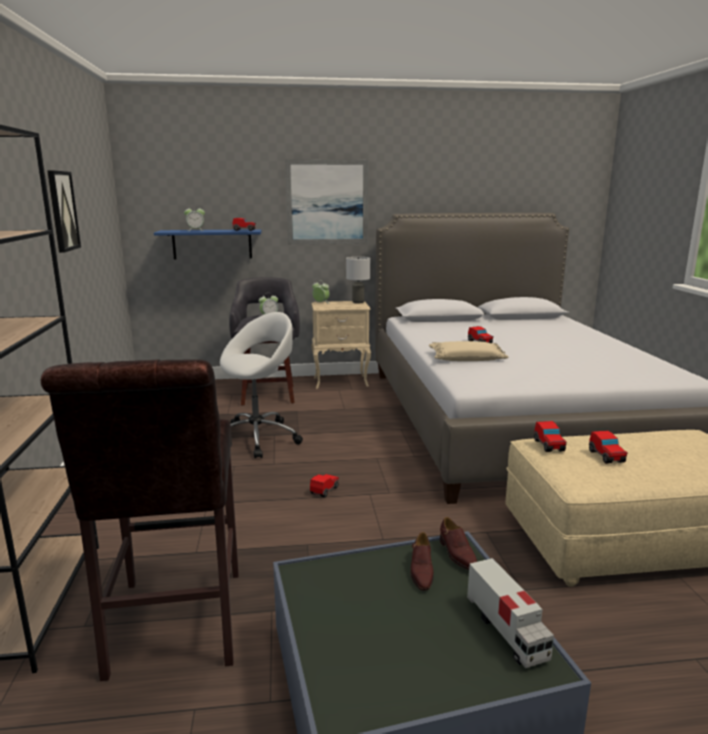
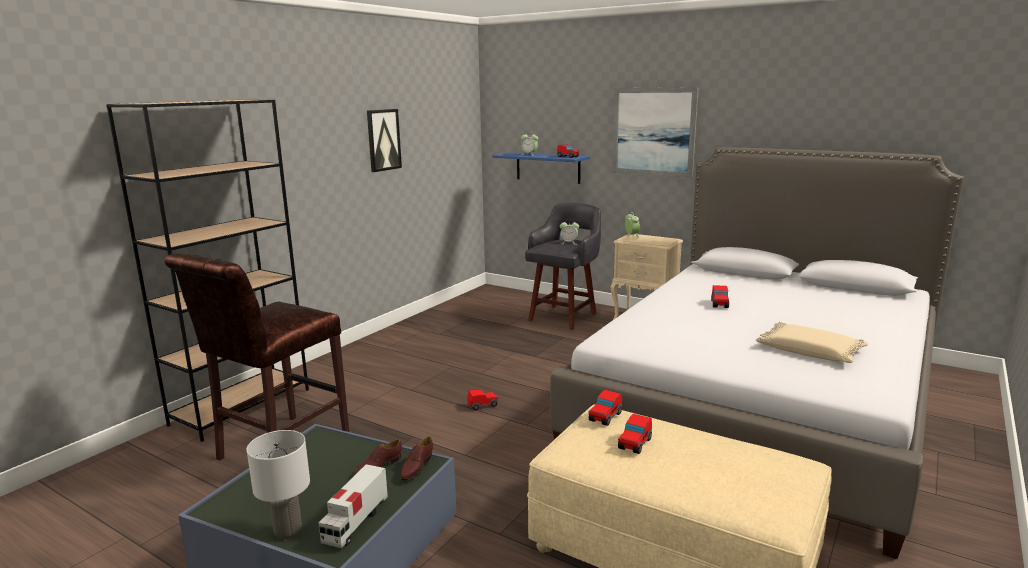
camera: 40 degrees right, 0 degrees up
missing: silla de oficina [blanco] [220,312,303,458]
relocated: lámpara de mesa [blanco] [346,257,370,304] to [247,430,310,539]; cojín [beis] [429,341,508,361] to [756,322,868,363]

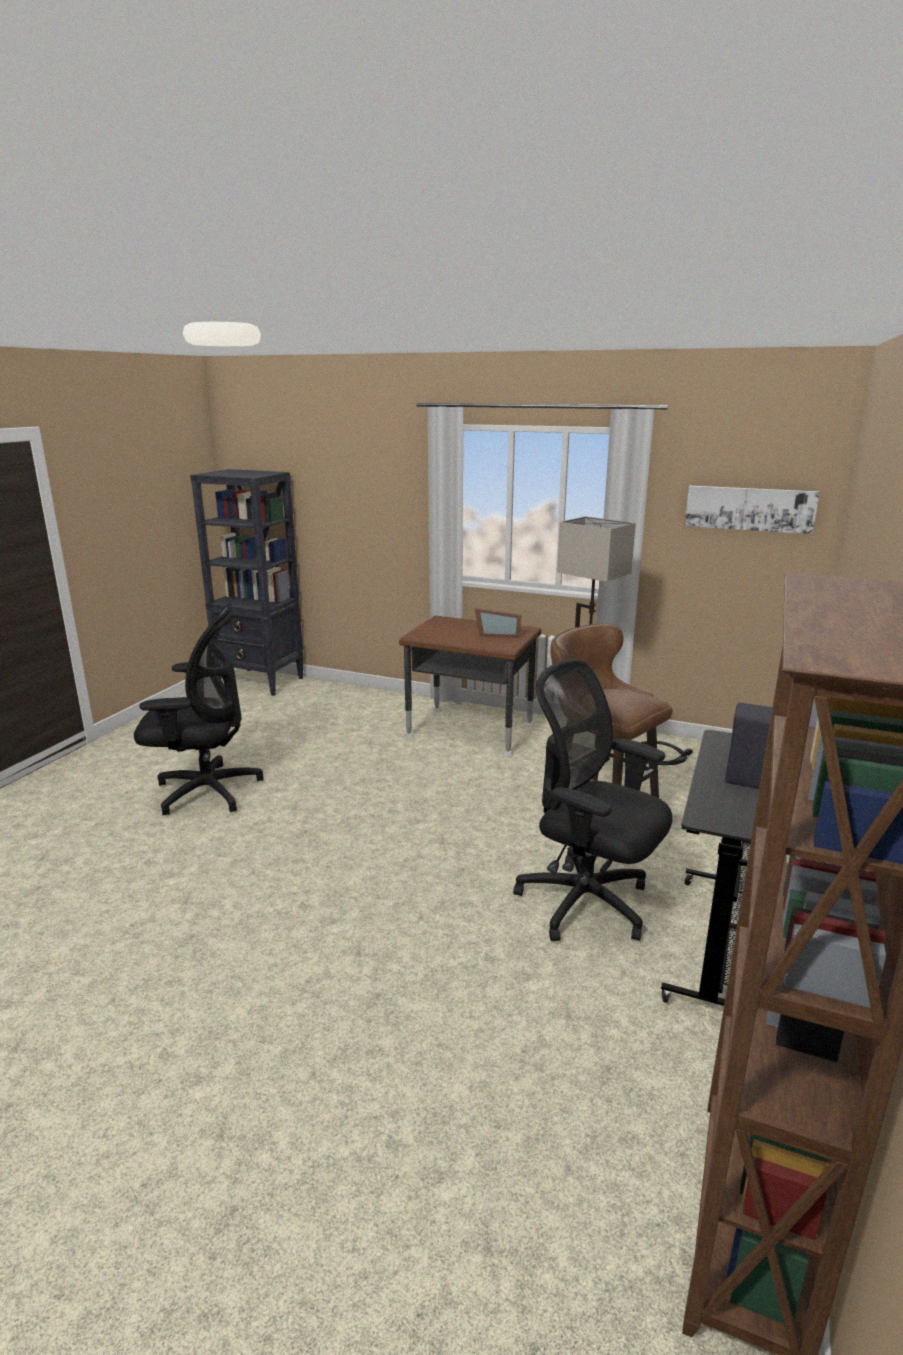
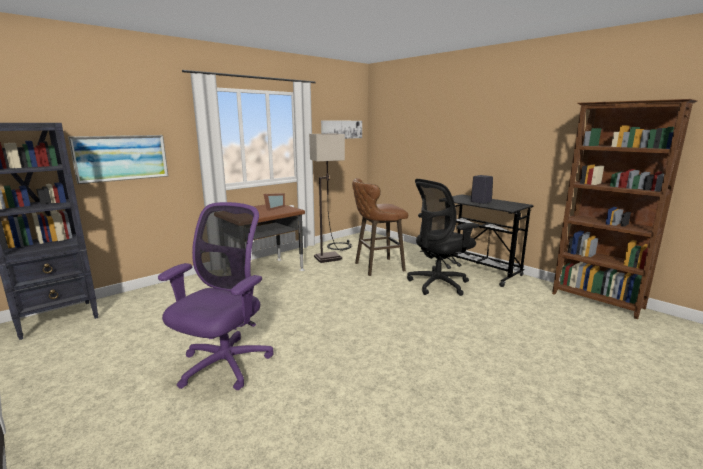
camera: 65 degrees left, 5 degrees down
appeared: cuadro [68,135,168,184]
colour: silla de oficina [negro] [134,603,264,815] to silla de oficina [morado] [158,202,273,390]

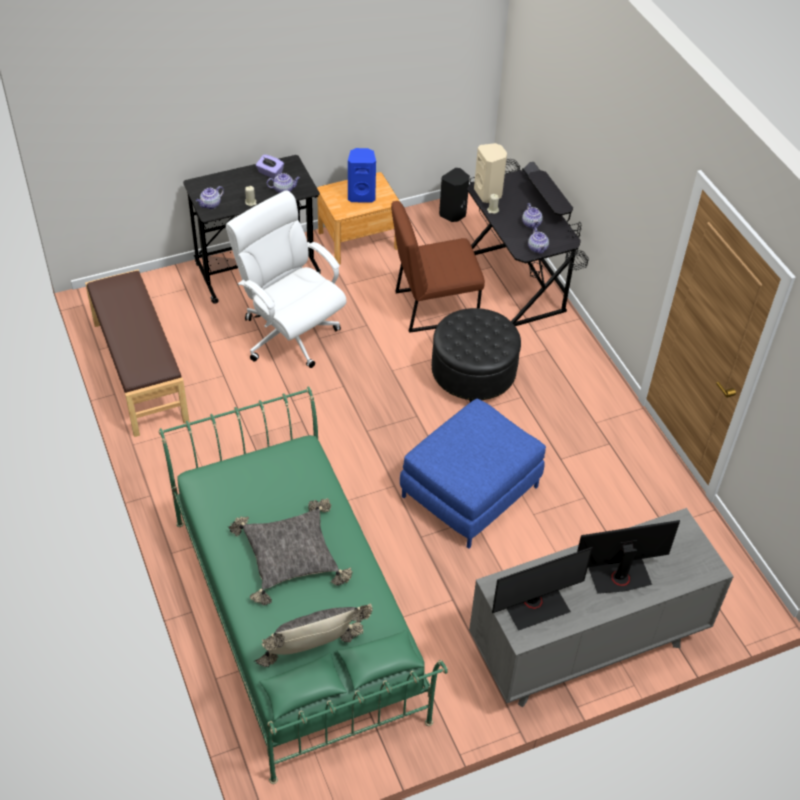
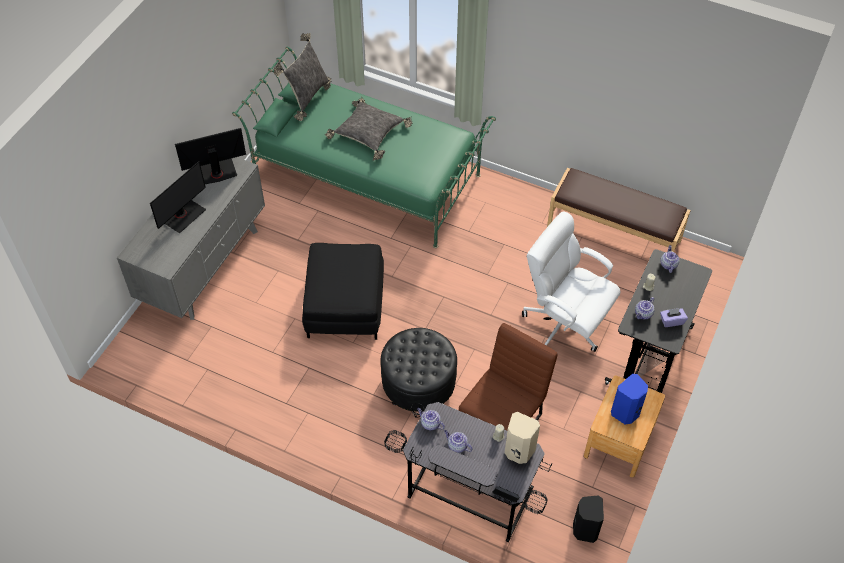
camera: 140 degrees right, 5 degrees up
colour: puf [azul] [400,399,546,549] to puf [negro] [302,243,384,340]
spun: silla de oficina [blanco] [226,191,346,368] = [522,212,621,352] 150 degrees counterclockwise; monitor [492,547,593,631] = [175,128,246,184] 45 degrees clockwise

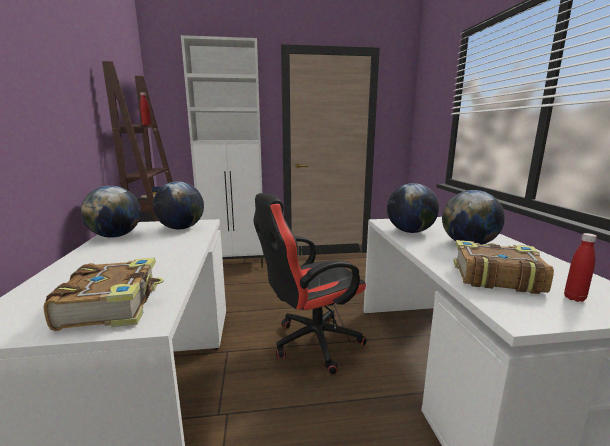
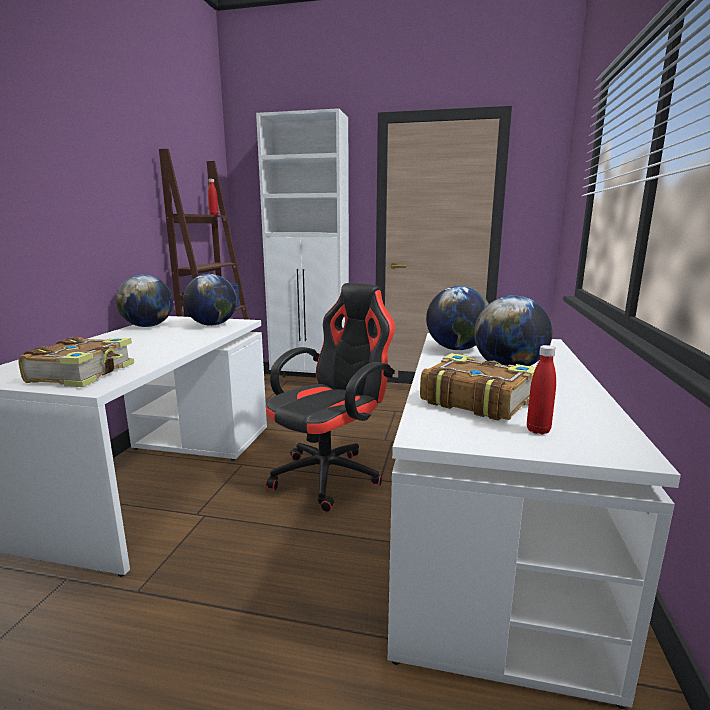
camera: 20 degrees right, 0 degrees up
spun: silla de oficina [negro] [254,193,367,374] = [266,283,395,512] 135 degrees clockwise

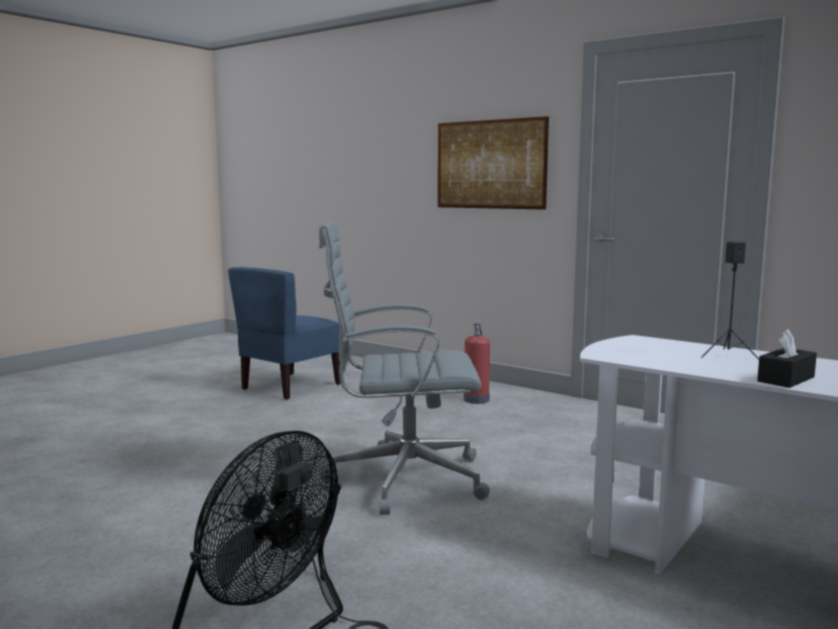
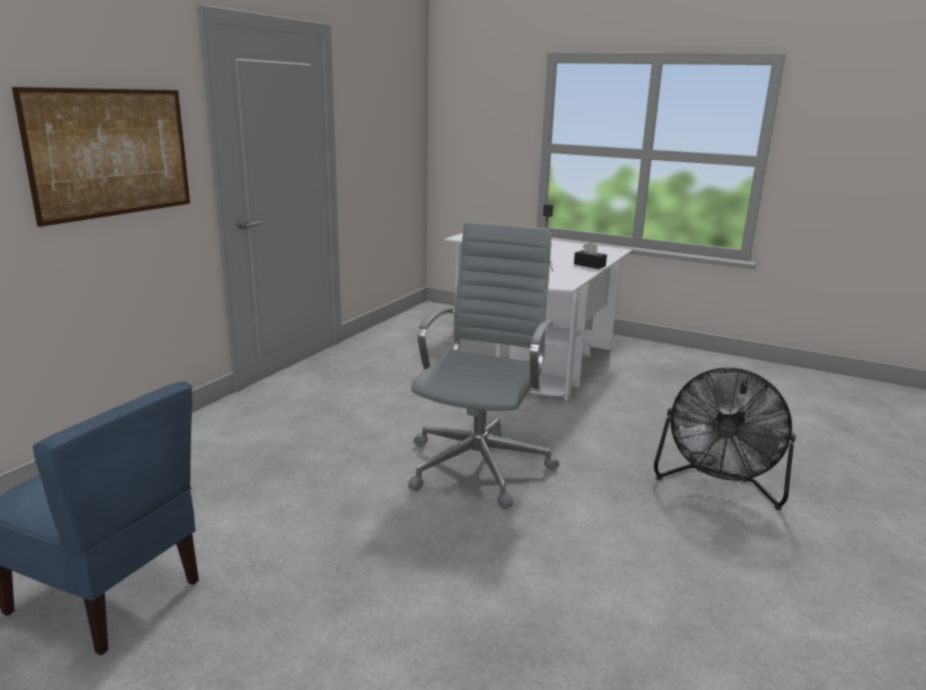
camera: 100 degrees left, 10 degrees up
missing: extintor [464,323,490,404]
spun: silla de oficina [gris] [319,221,490,515] = [408,222,559,509] 150 degrees counterclockwise

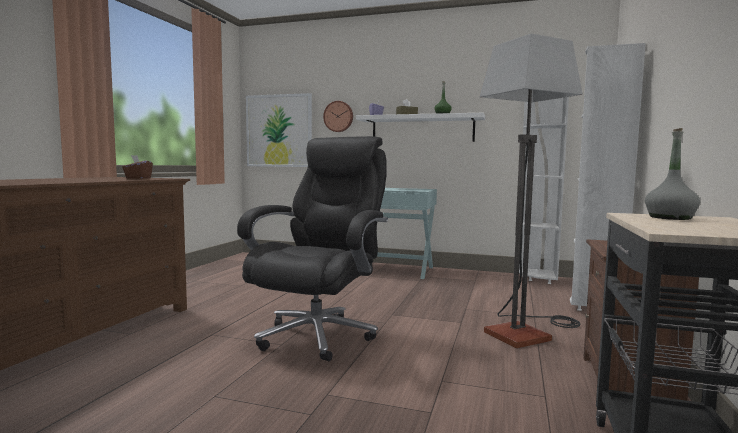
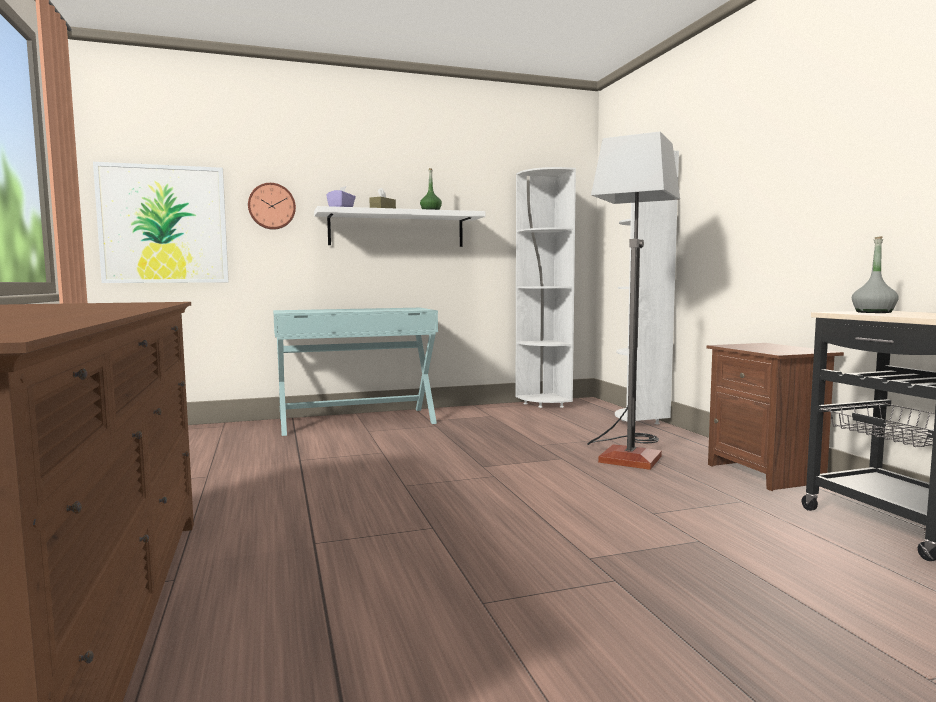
camera: 35 degrees left, 0 degrees up
missing: caja de pañuelos [marrón] [122,155,153,179]; silla de oficina [negro] [237,136,388,361]

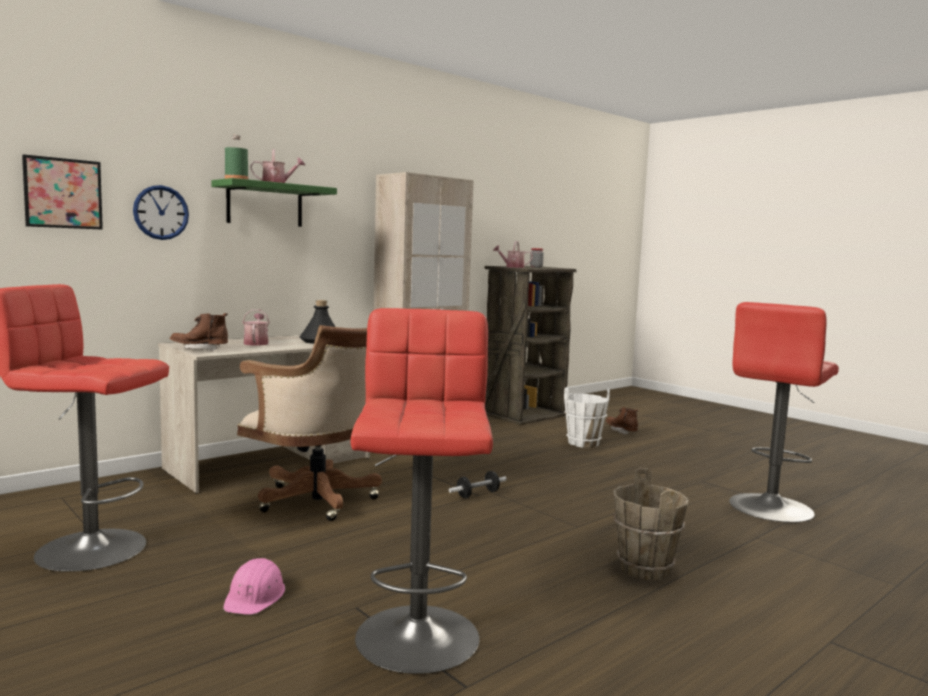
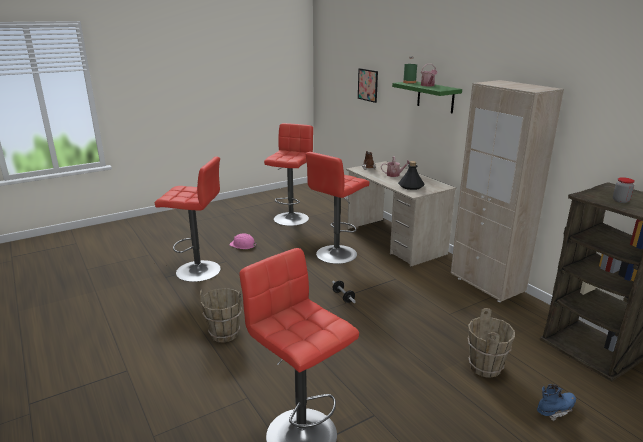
camera: 100 degrees right, 15 degrees up
missing: reloj de pared [133,185,189,240]; regadera [493,241,533,268]
exchanged: silla de oficina [237,325,382,521] to taburete [rojo] [306,152,369,264]
colour: cubo [blanco] [564,387,610,448] to cubo [marrón] [467,308,515,378]; bota [marrón] [606,407,638,435] to bota [azul] [537,384,576,421]

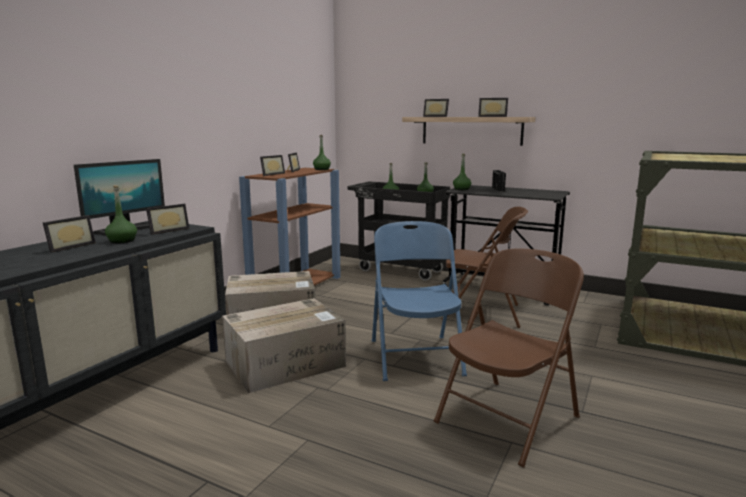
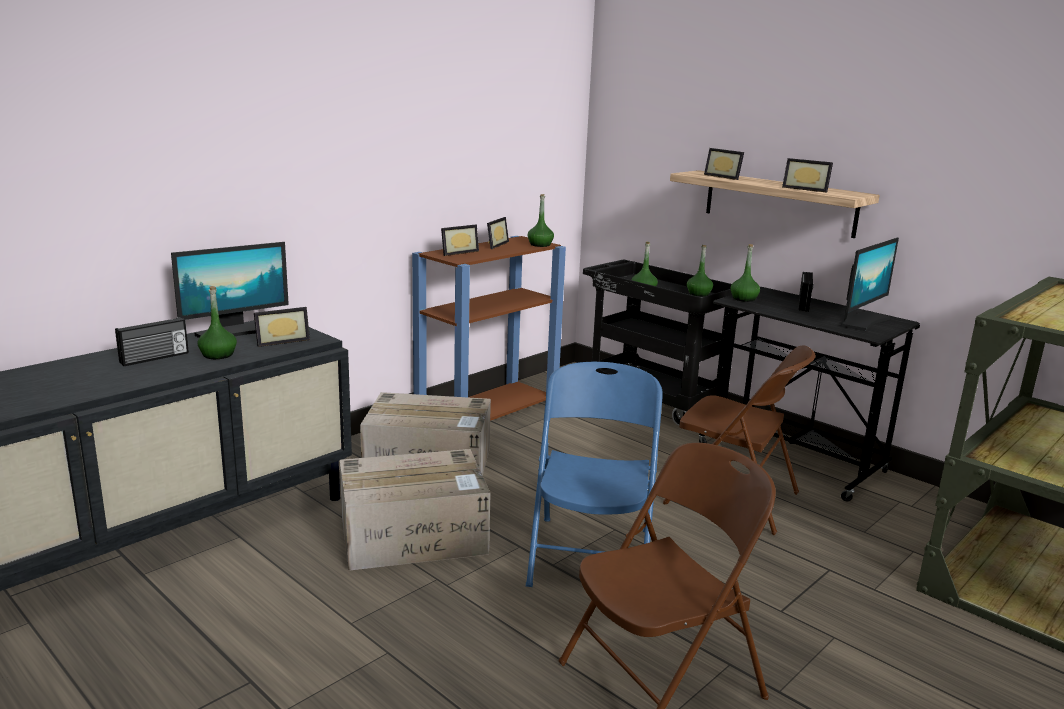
camera: 15 degrees right, 5 degrees up
appeared: monitor [841,238,899,331]
exchanged: portarretratos [43,215,96,253] to radio [115,317,189,366]

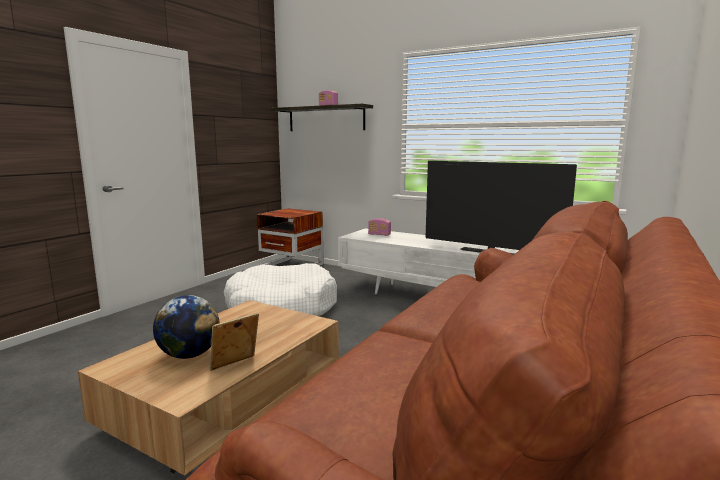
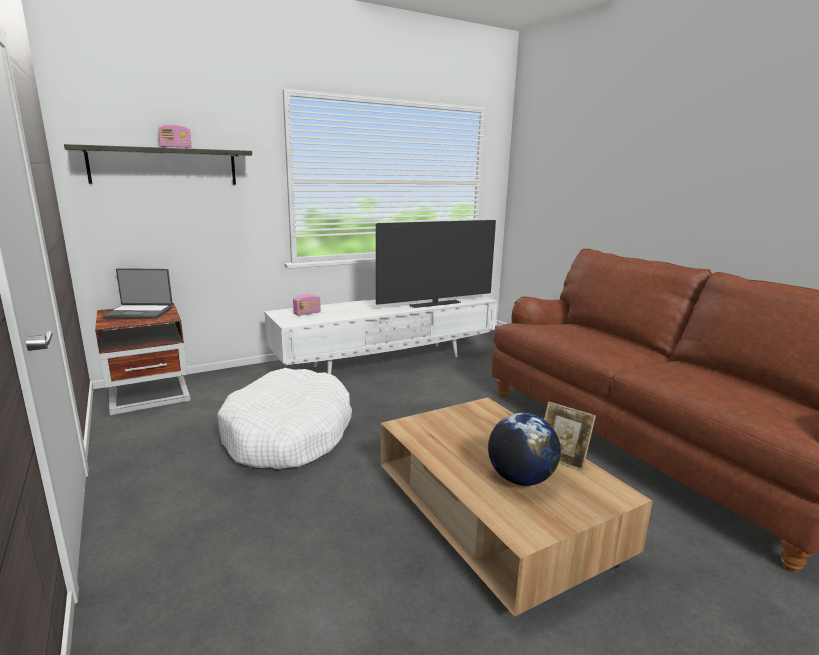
camera: 60 degrees left, 5 degrees up
appeared: portátil [103,268,173,319]
spun: portarretratos [210,313,259,371] = [544,401,596,471] 45 degrees counterclockwise

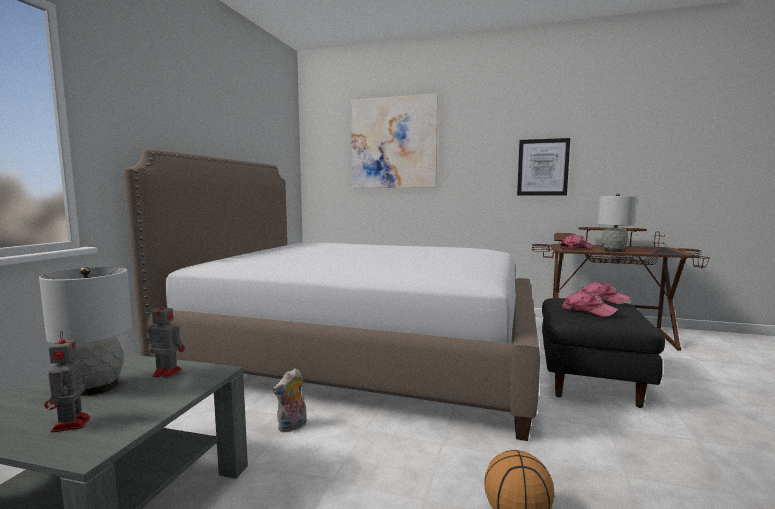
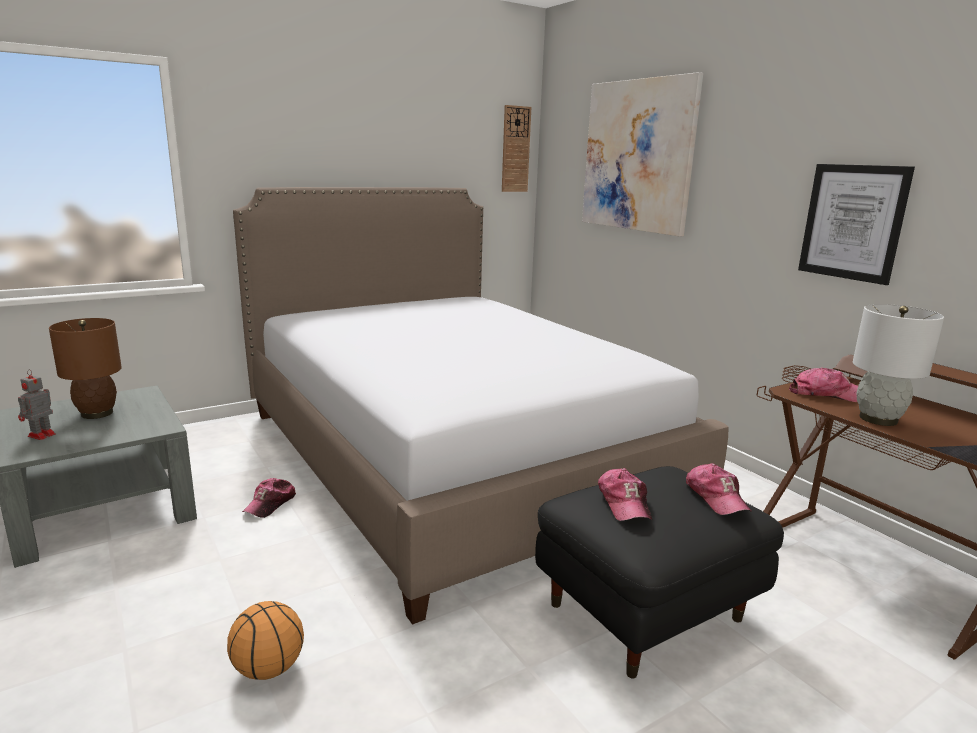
camera: 40 degrees right, 10 degrees up
missing: robot de juguete [145,300,185,378]
appeared: reloj de pared [502,105,531,192]
exchanged: peluche [273,368,307,432] to gorra [242,478,296,518]
colour: lámpara de mesa [blanco] [39,267,132,396] to lámpara de mesa [marrón] [49,318,122,419]

